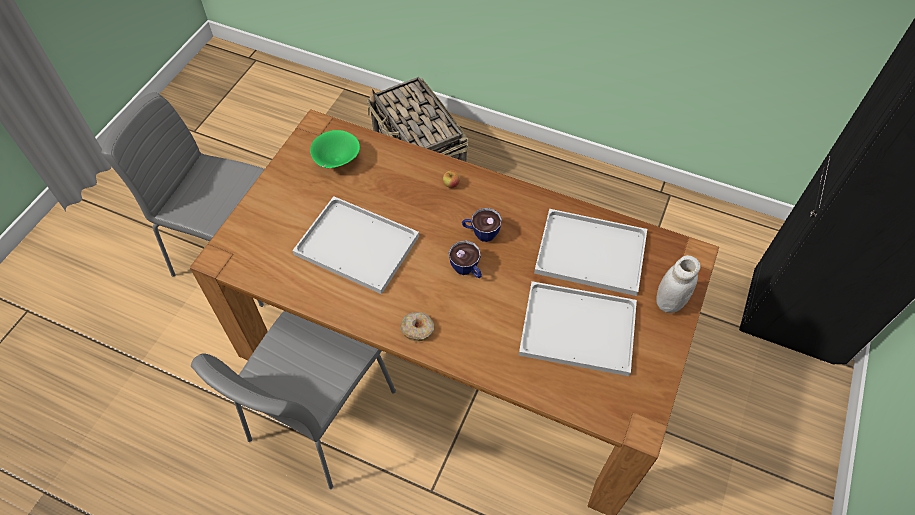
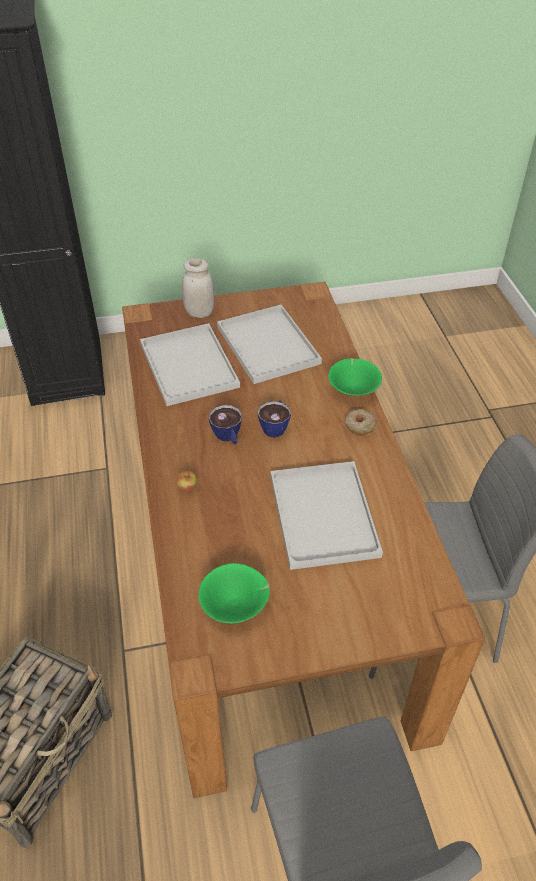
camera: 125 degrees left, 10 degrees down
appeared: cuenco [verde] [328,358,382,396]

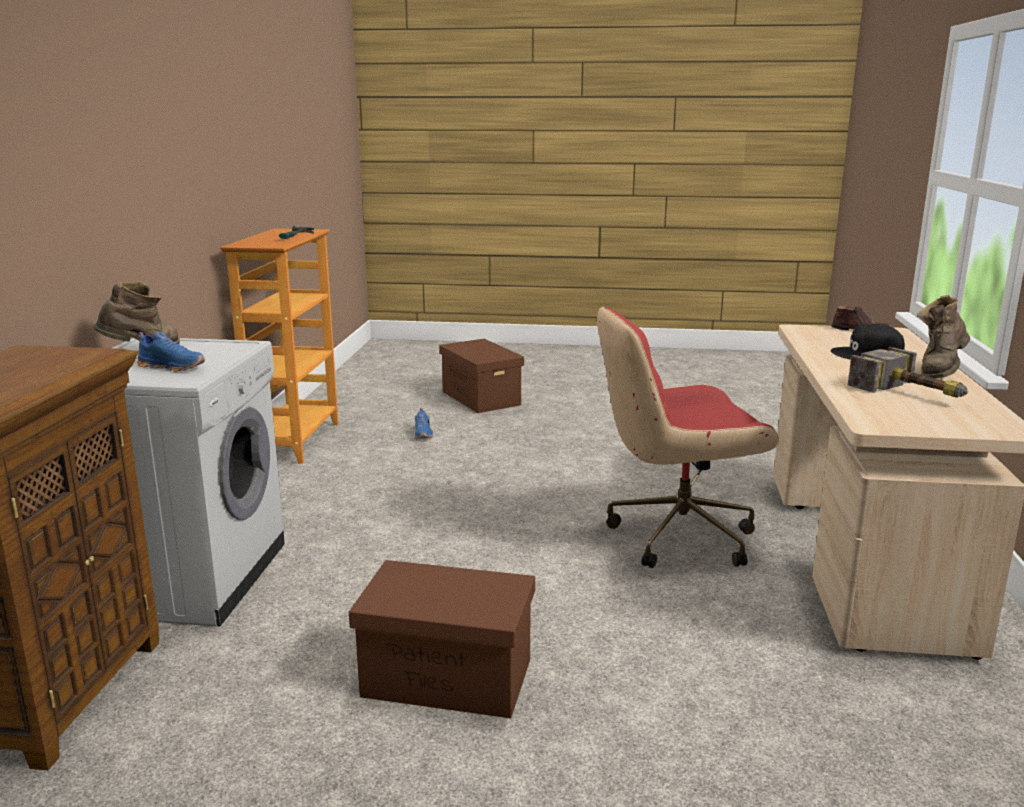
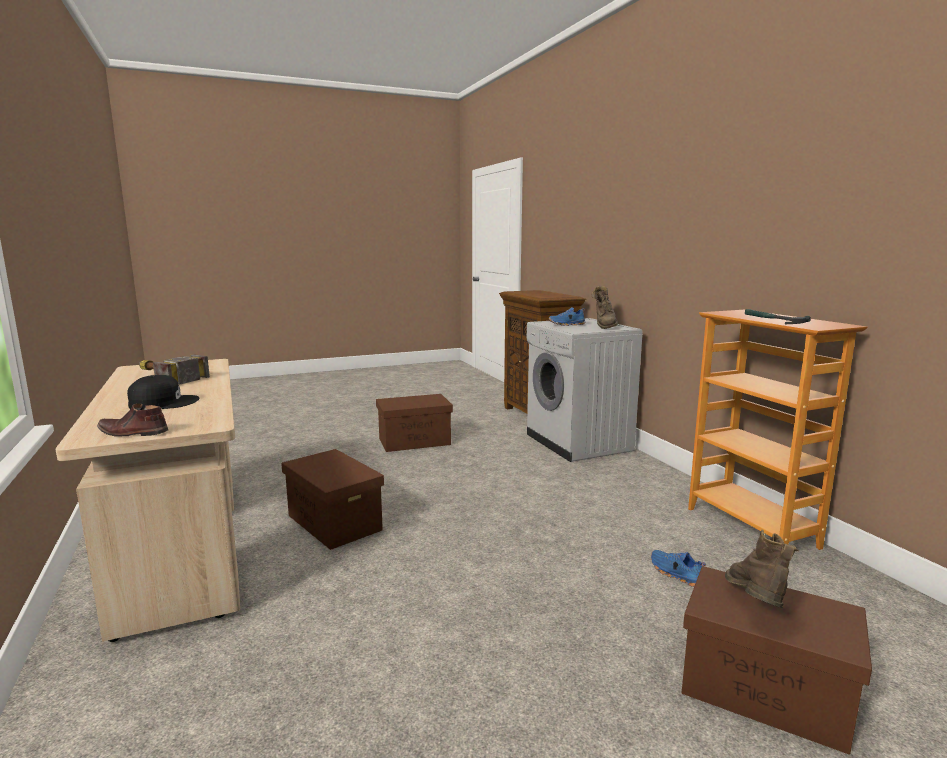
camera: 150 degrees right, 5 degrees down
relocated: bota [marrón] [917,295,970,378] to [725,530,799,608]
exchanged: silla de oficina [rojo] [597,307,779,568] to caja de almacenaje [marrón] [281,449,384,550]

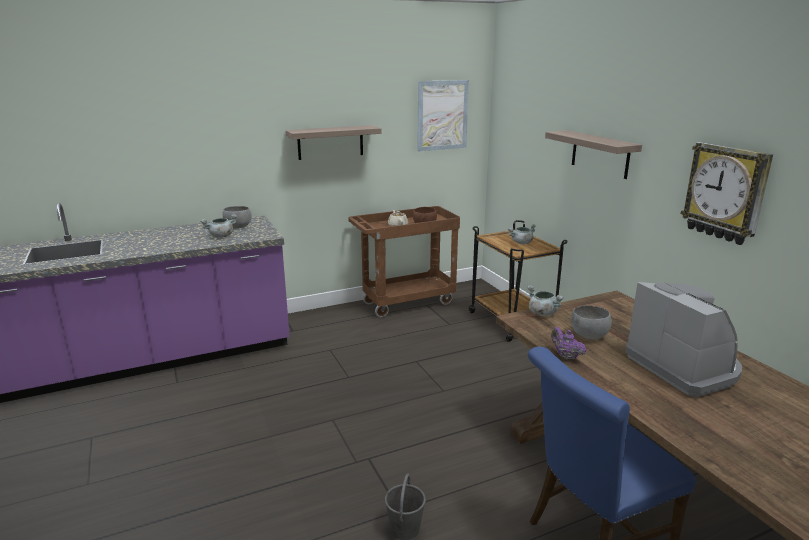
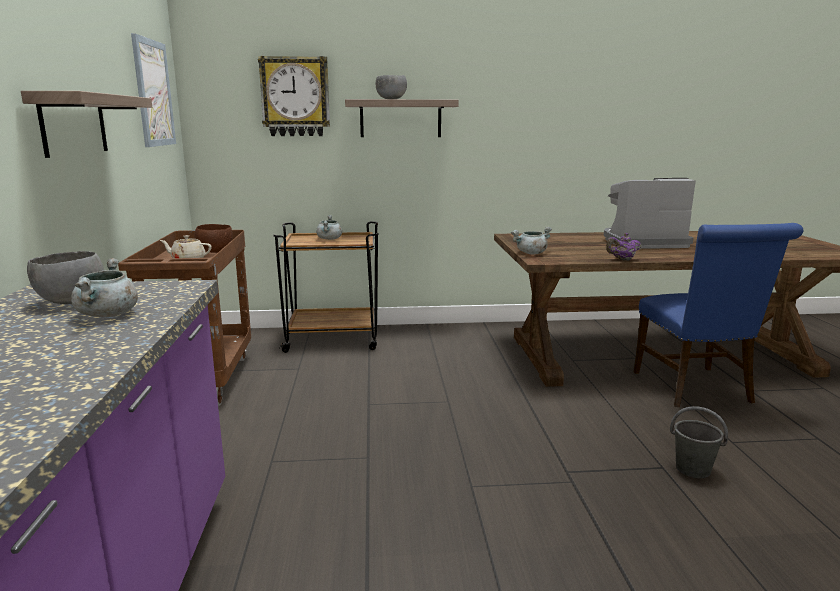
camera: 70 degrees left, 5 degrees down
relocated: cuenco [gris] [571,305,612,340] to [376,75,407,99]; reloj de pared [681,142,773,245] to [258,56,330,136]

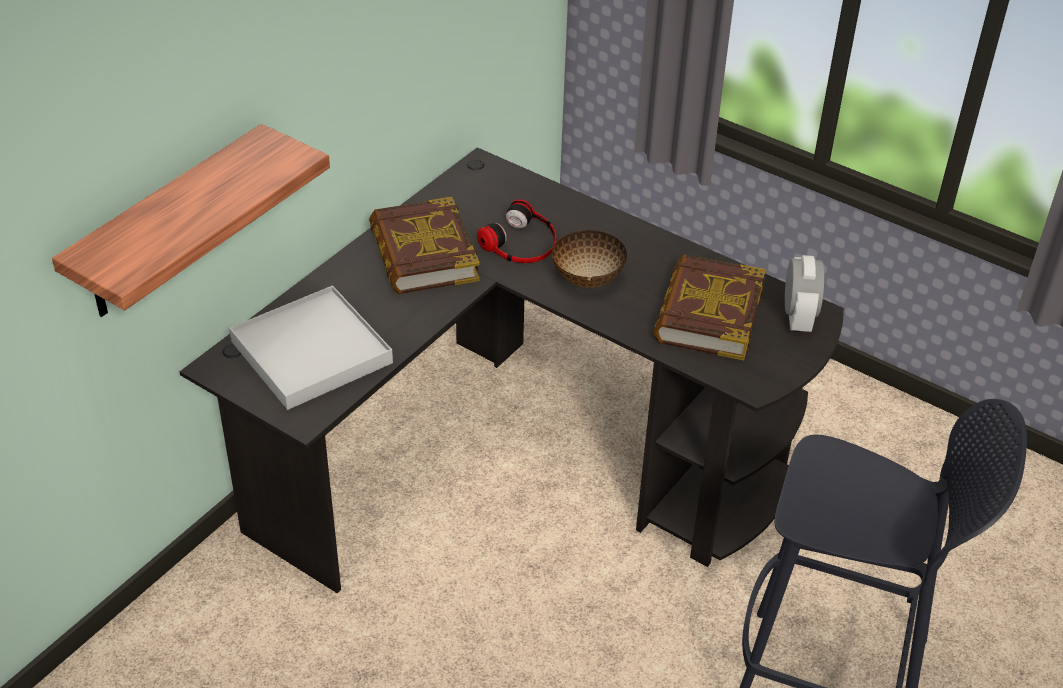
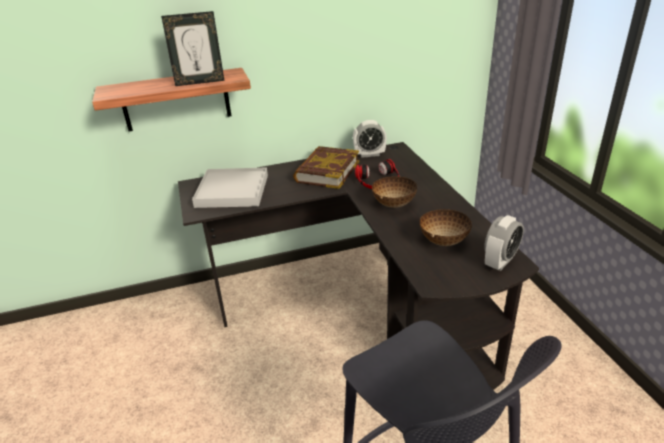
camera: 40 degrees right, 10 degrees down
appeared: portarretratos [161,11,225,86]; despertador [353,120,387,158]
exchanged: libro [653,254,766,360] to cuenco [420,209,472,246]

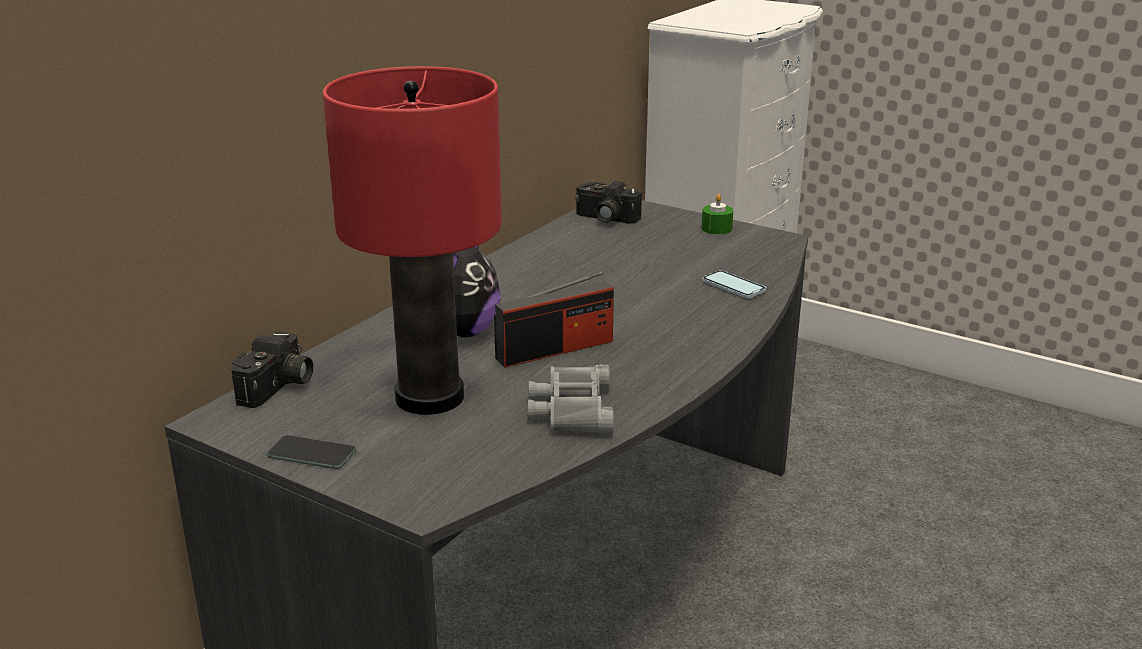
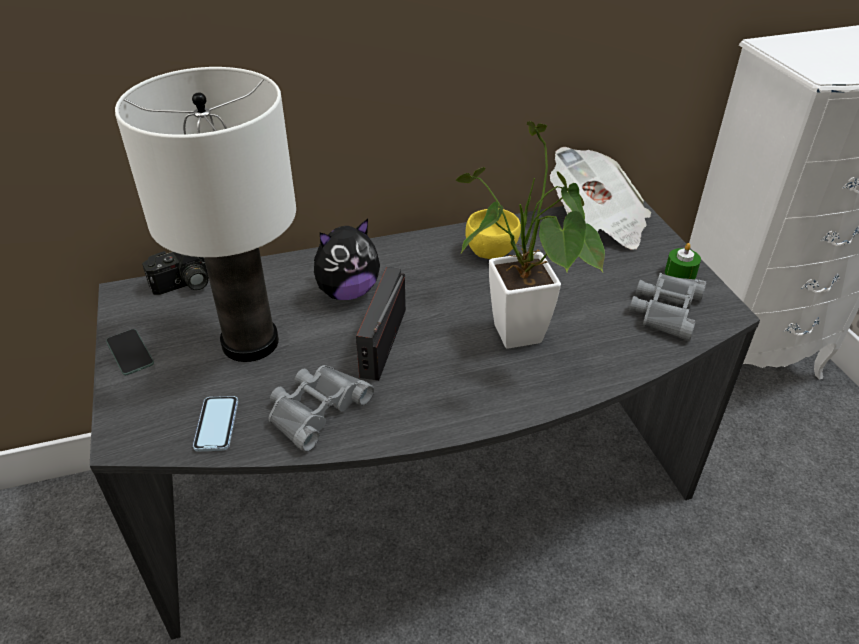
camera: 40 degrees right, 15 degrees up
appeared: planta en maceta [456,121,605,349]; cuenco [amarillo] [466,209,521,259]; prismáticos [gris] [629,273,707,341]
relocated: móvil [702,270,766,298] to [193,396,238,451]
exchanged: cámara [576,181,642,224] to periódico [550,147,651,249]
colour: lámpara de mesa [rojo] [322,66,502,415] to lámpara de mesa [blanco] [115,67,296,362]
spun: radio [494,272,614,368] = [356,267,406,381] 90 degrees clockwise

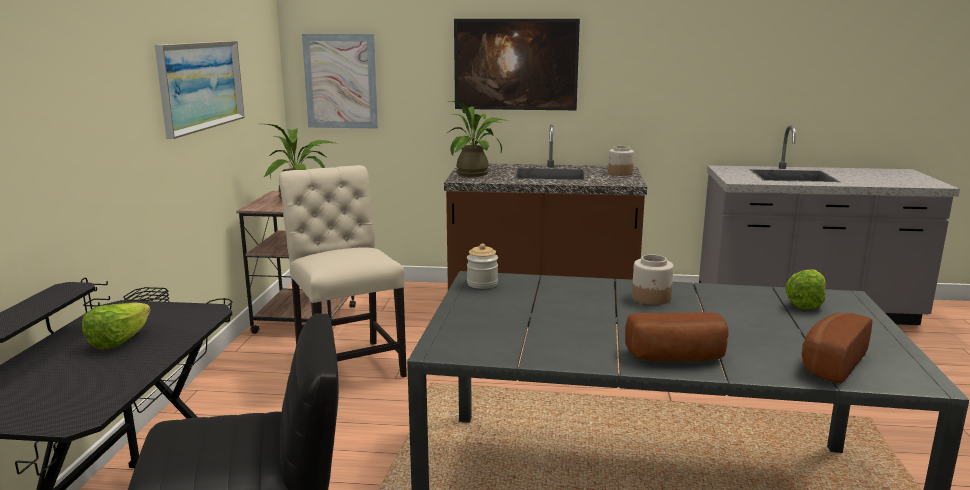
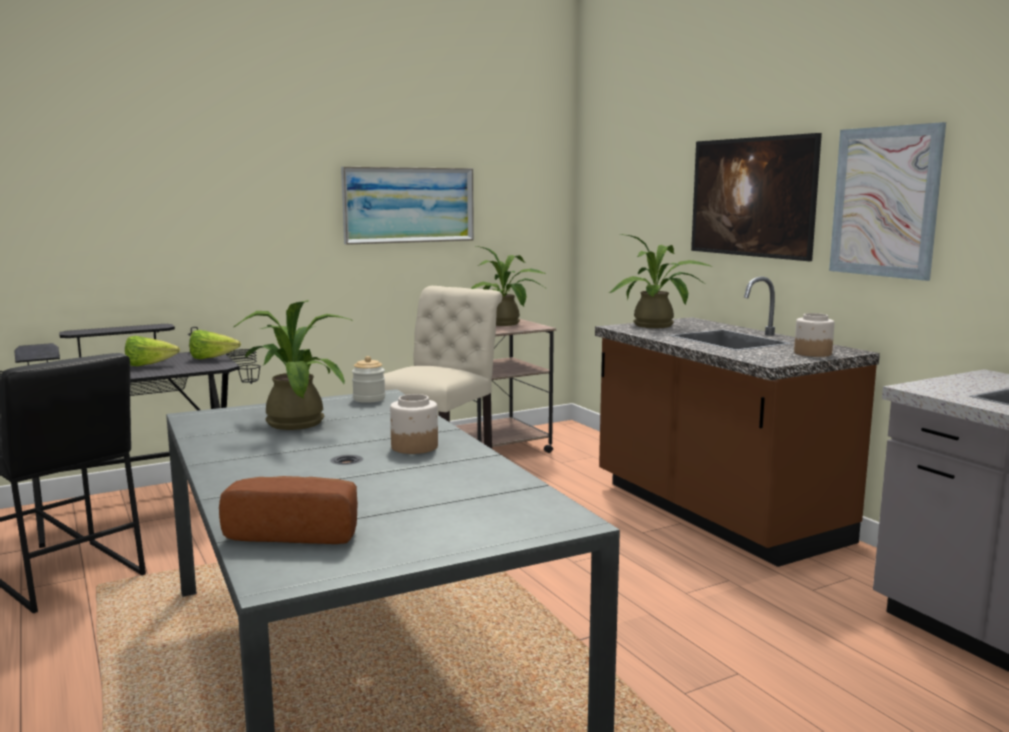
camera: 55 degrees right, 5 degrees down
missing: pan [625,312,728,362]
appeared: planta en maceta [234,300,353,430]
relocated: cuadro [302,34,378,128] to [829,122,946,281]; lechuga [785,269,826,309] to [189,330,241,359]

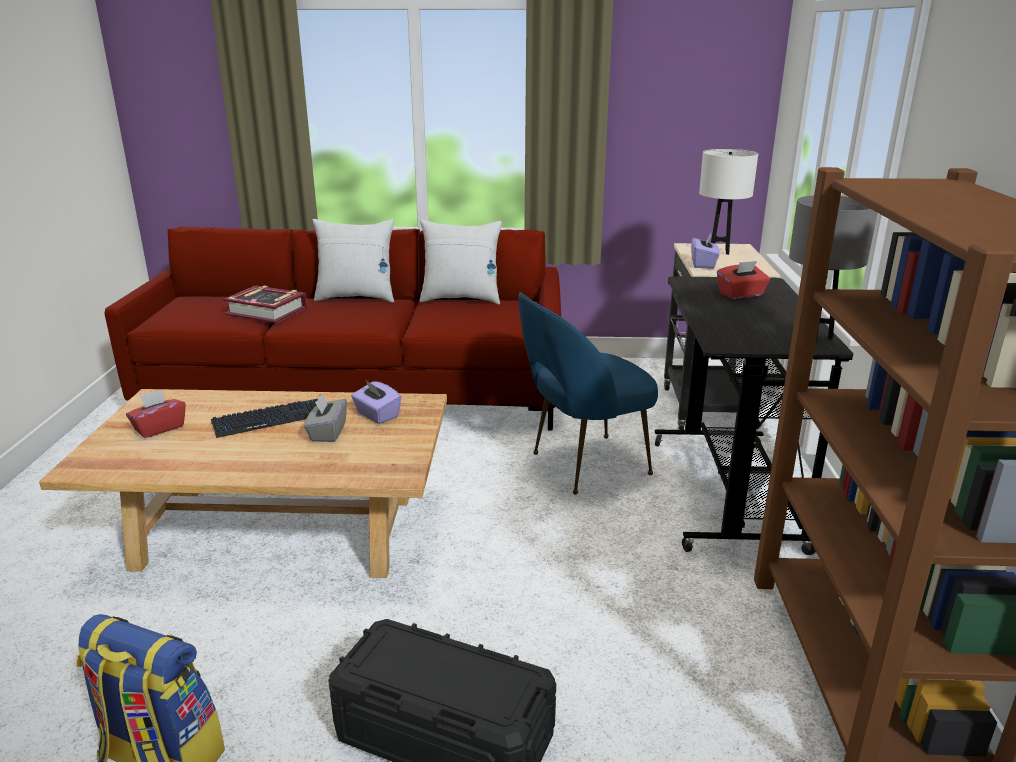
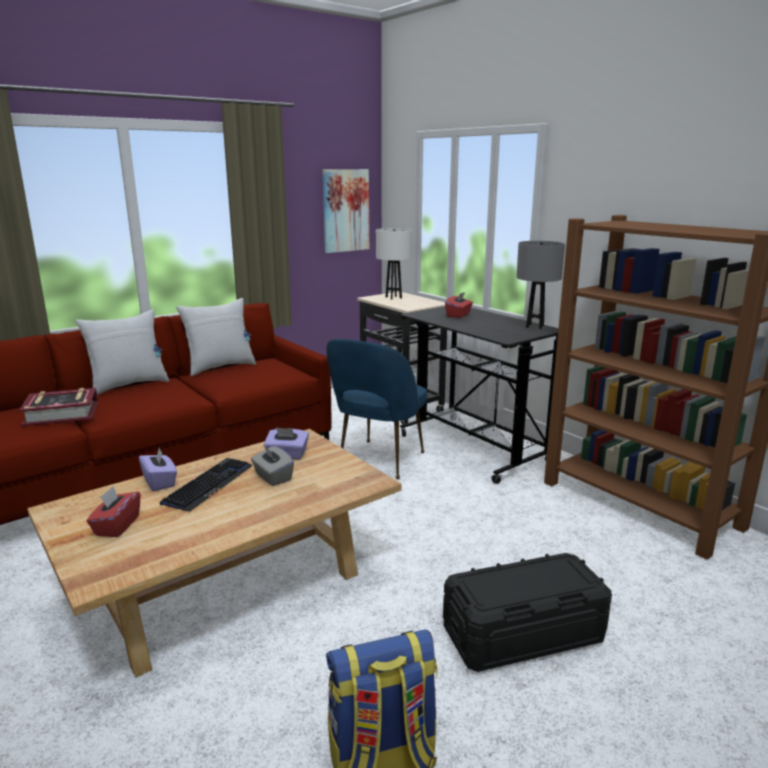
camera: 40 degrees left, 5 degrees down
appeared: cuadro [323,169,369,253]
relocated: caja de pañuelos [morado] [691,233,720,269] to [139,448,177,491]

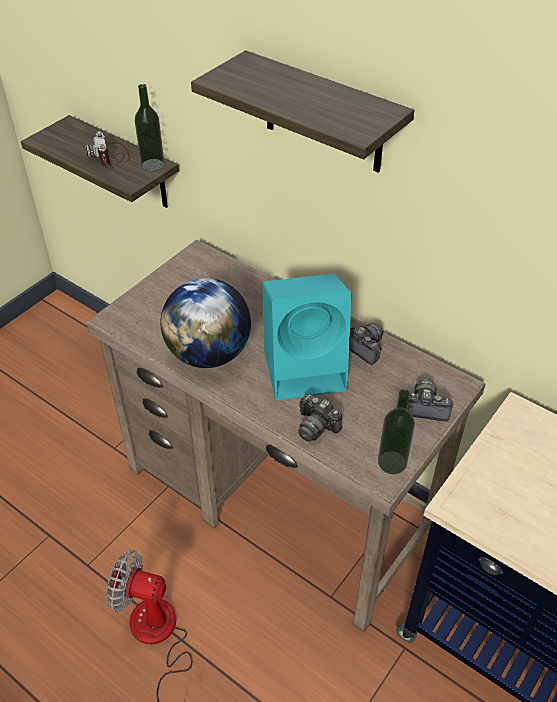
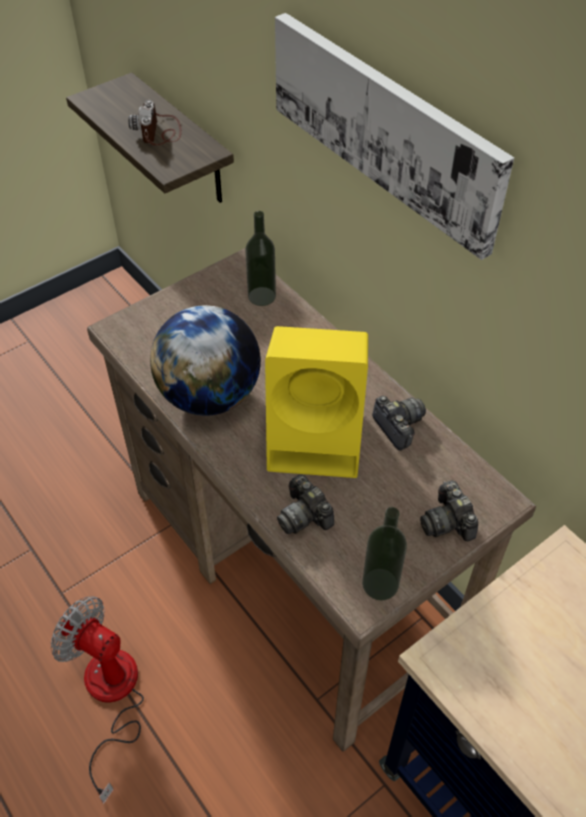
camera: 15 degrees right, 5 degrees up
relocated: botella [135,84,164,172] to [245,211,276,306]
exchanged: estante [191,50,415,173] to cuadro [275,13,514,260]
colour: altavoz [turquesa] [263,274,352,400] to altavoz [amarillo] [265,326,368,478]
spun: cámara [407,378,454,421] = [420,481,478,541] 135 degrees counterclockwise

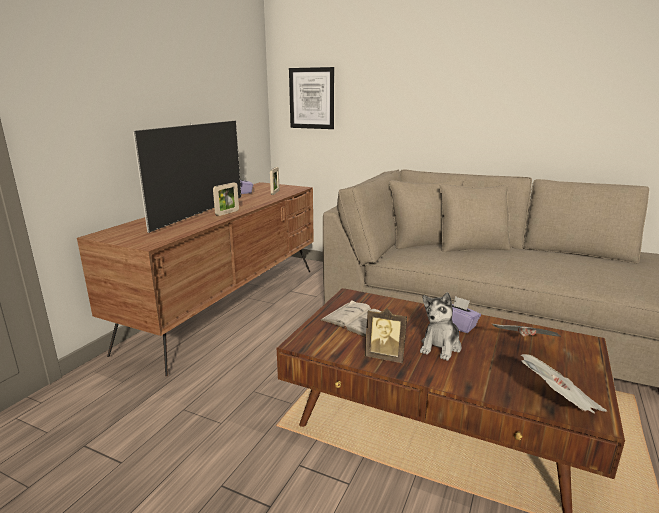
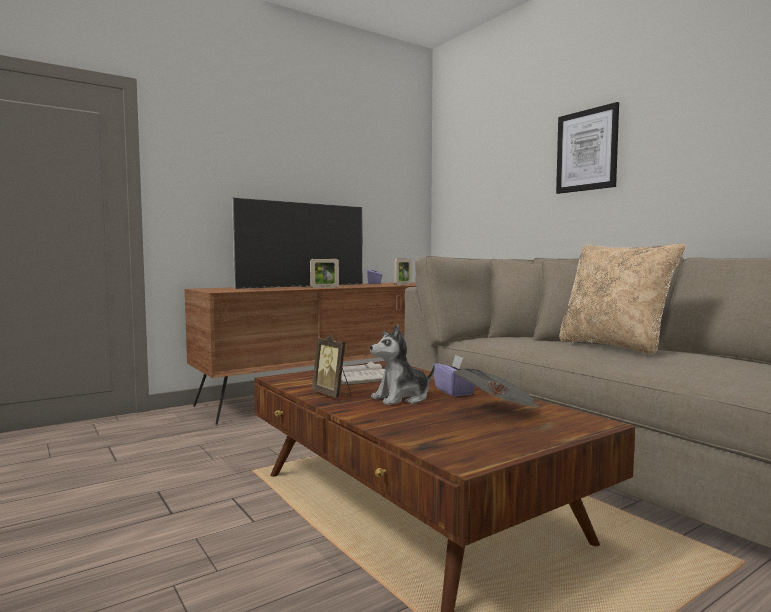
camera: 30 degrees right, 15 degrees down
missing: periódico [521,354,607,414]
appeared: cojín [beis] [559,243,686,354]
relocated: cuadro [289,67,334,129] to [556,102,619,194]

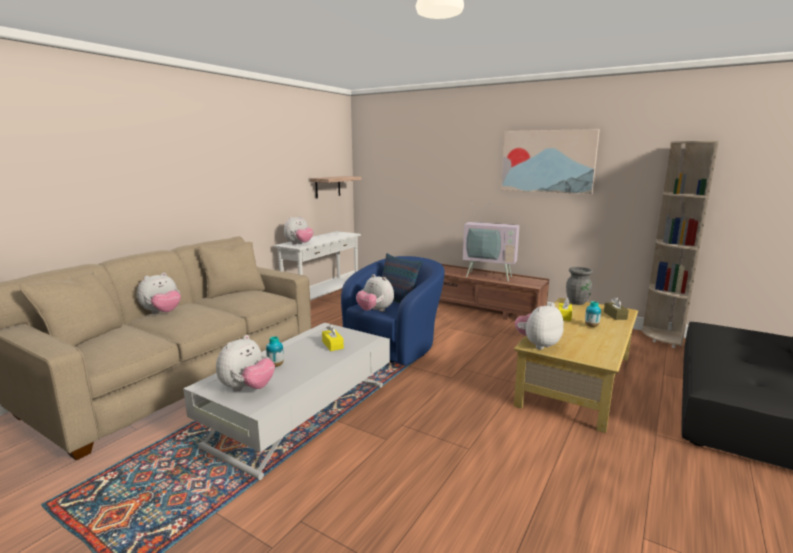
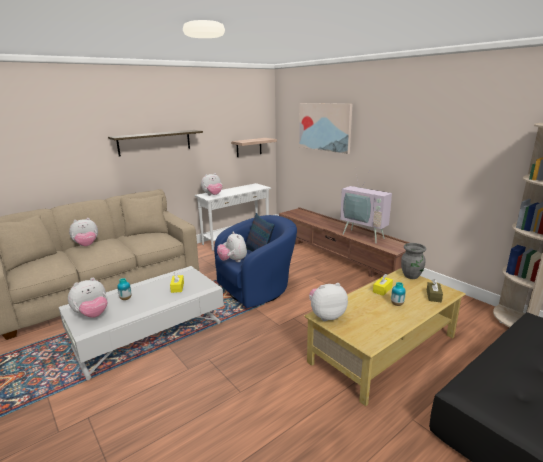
camera: 20 degrees right, 5 degrees up
appeared: estante [108,130,203,157]
relocated: cuadro [501,129,600,194] to [299,103,353,154]

